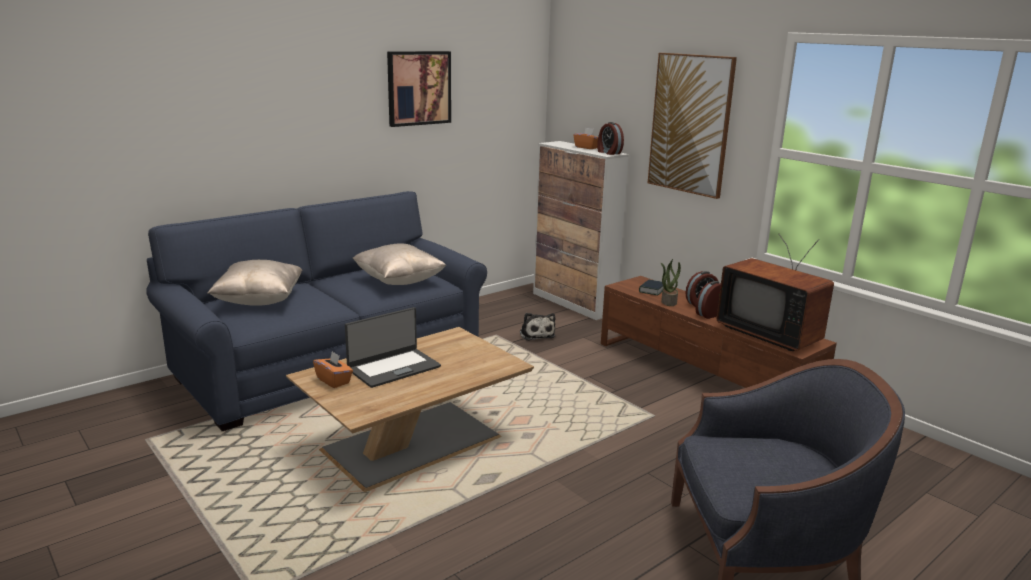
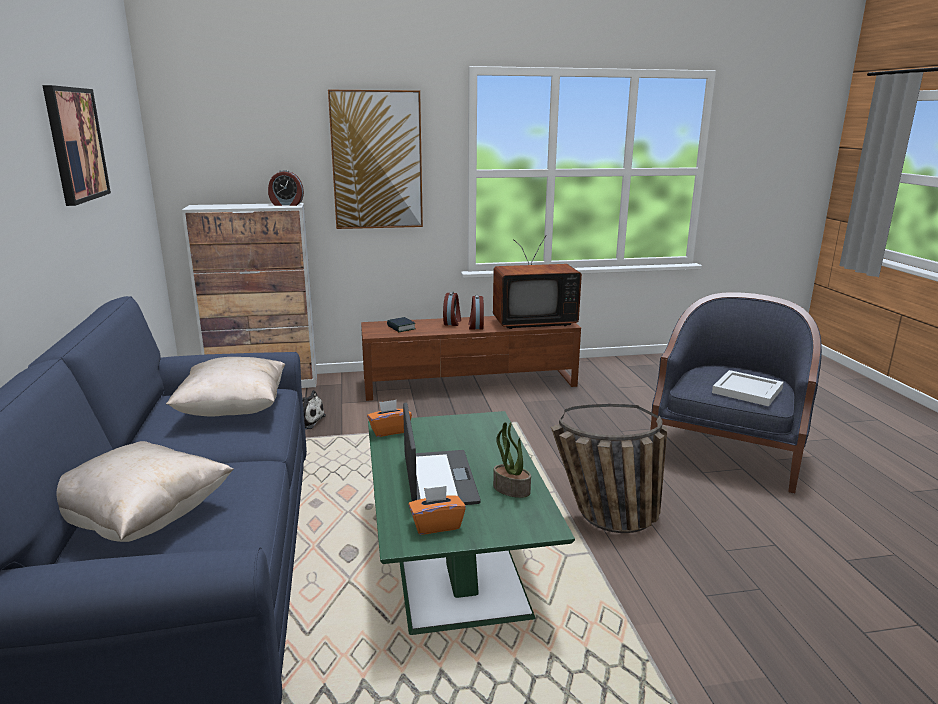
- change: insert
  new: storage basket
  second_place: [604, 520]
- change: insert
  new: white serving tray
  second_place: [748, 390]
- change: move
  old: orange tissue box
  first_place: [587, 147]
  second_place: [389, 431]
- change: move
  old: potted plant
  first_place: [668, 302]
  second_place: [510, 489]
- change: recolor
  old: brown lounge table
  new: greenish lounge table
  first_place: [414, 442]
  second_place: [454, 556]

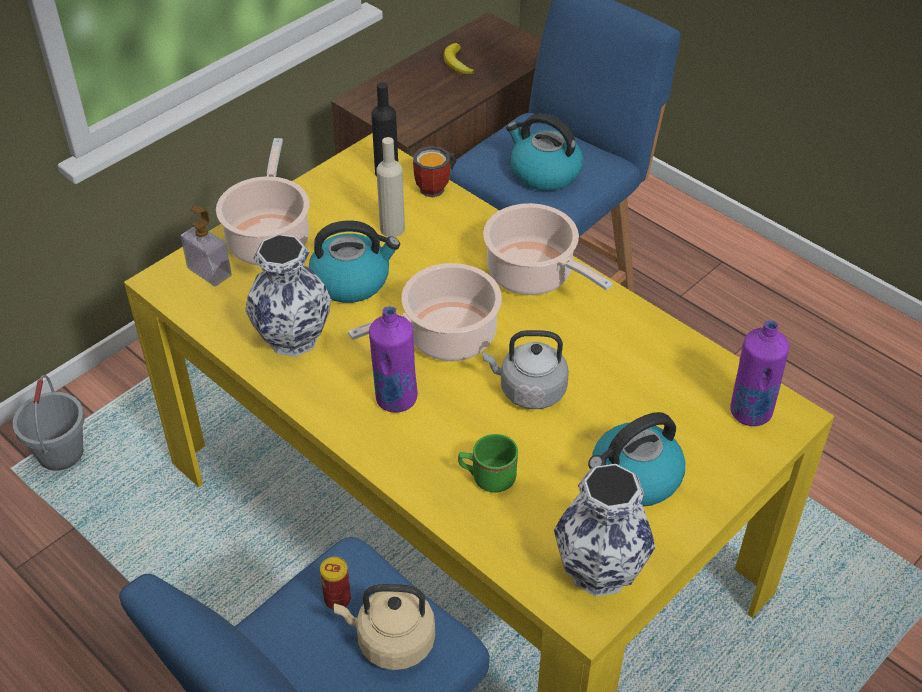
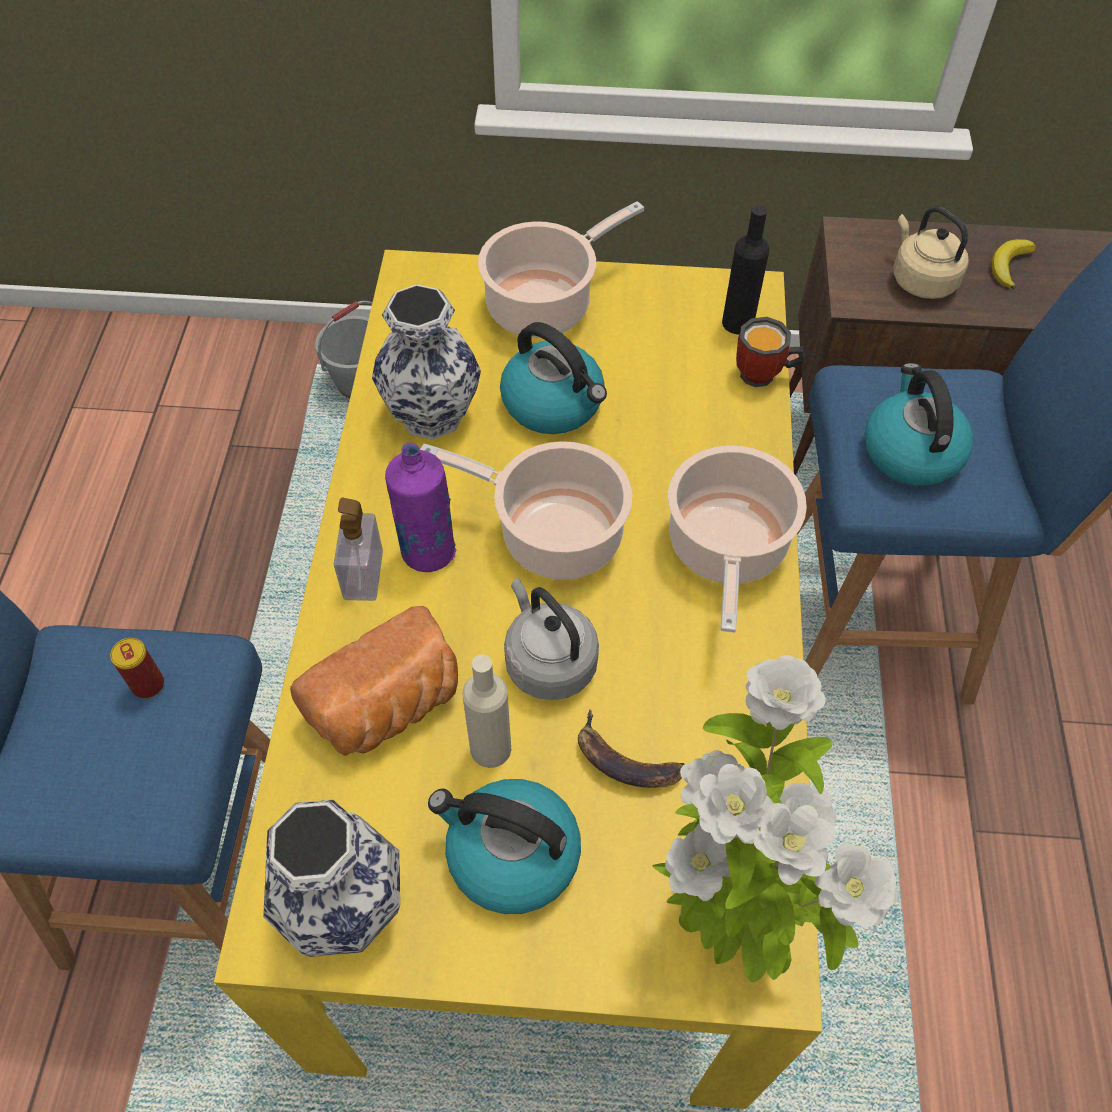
- change: insert
  new: banana
  second_place: [625, 760]
- change: move
  old: soap dispenser
  first_place: [209, 272]
  second_place: [363, 575]
- change: move
  old: beige water kettle
  first_place: [391, 641]
  second_place: [920, 280]
- change: move
  old: beige bottle
  first_place: [392, 228]
  second_place: [490, 748]
- change: replace
  old: greenish coffee mug
  new: bread
  first_place: [487, 477]
  second_place: [389, 706]
- change: replace
  old: purple-coloured bottle
  new: potted plant
  first_place: [749, 412]
  second_place: [730, 920]

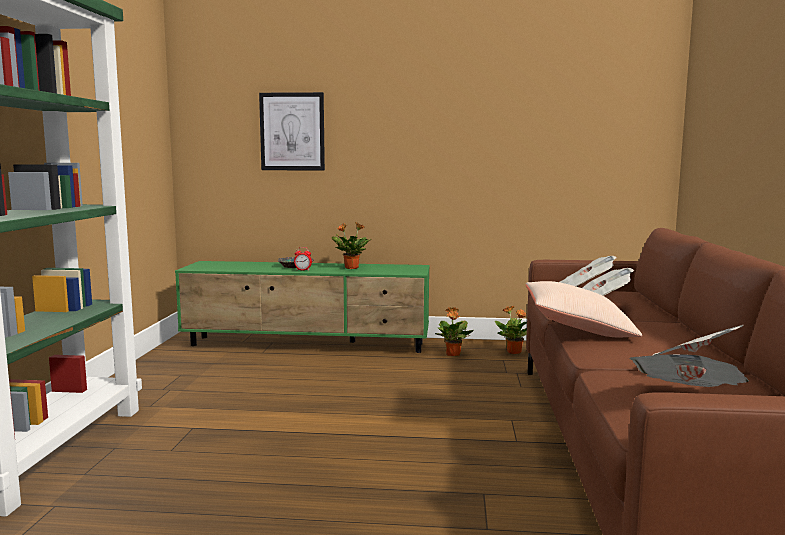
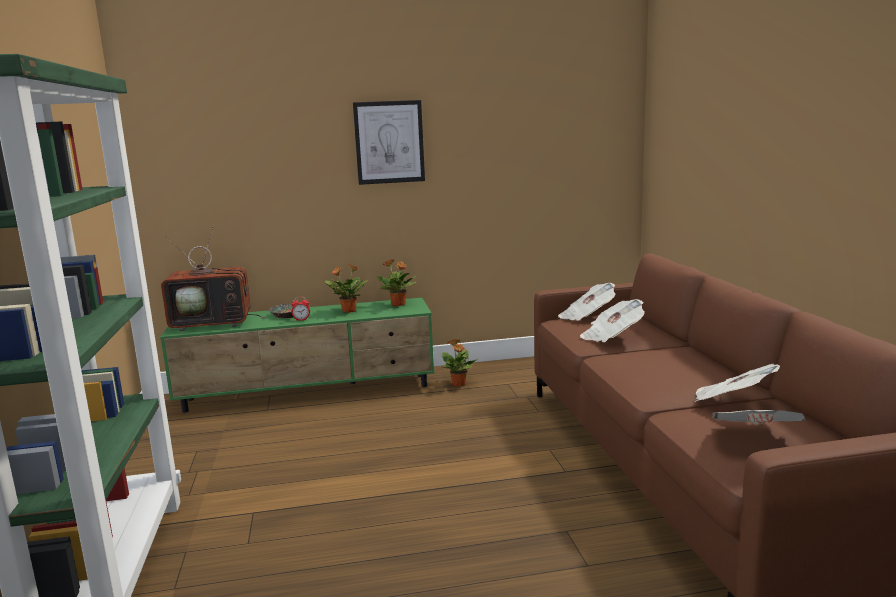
- change: delete
  old: beige cushion
  first_place: [578, 328]
- change: insert
  new: TV set
  second_place: [214, 323]
- change: move
  old: picture
  first_place: [292, 131]
  second_place: [389, 142]
- change: move
  old: potted plant
  first_place: [514, 352]
  second_place: [398, 305]

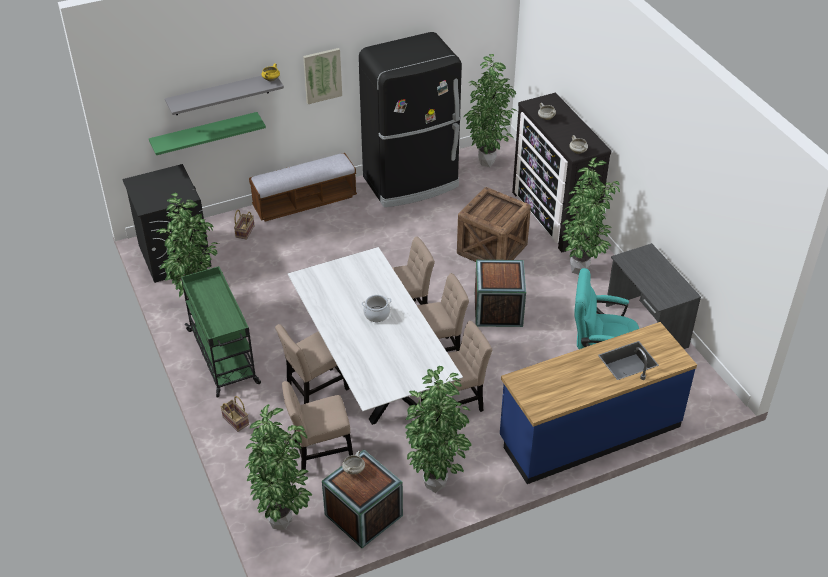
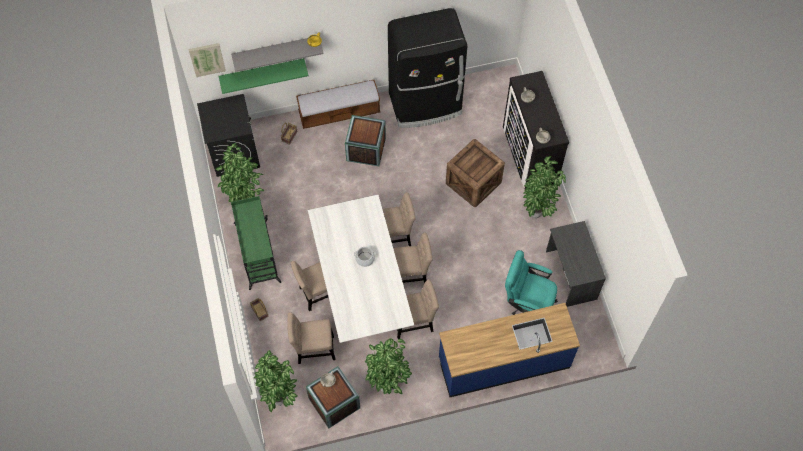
- change: delete
  old: potted plant
  first_place: [488, 161]
- change: move
  old: picture
  first_place: [322, 75]
  second_place: [207, 59]
- change: move
  old: crate
  first_place: [498, 310]
  second_place: [366, 149]

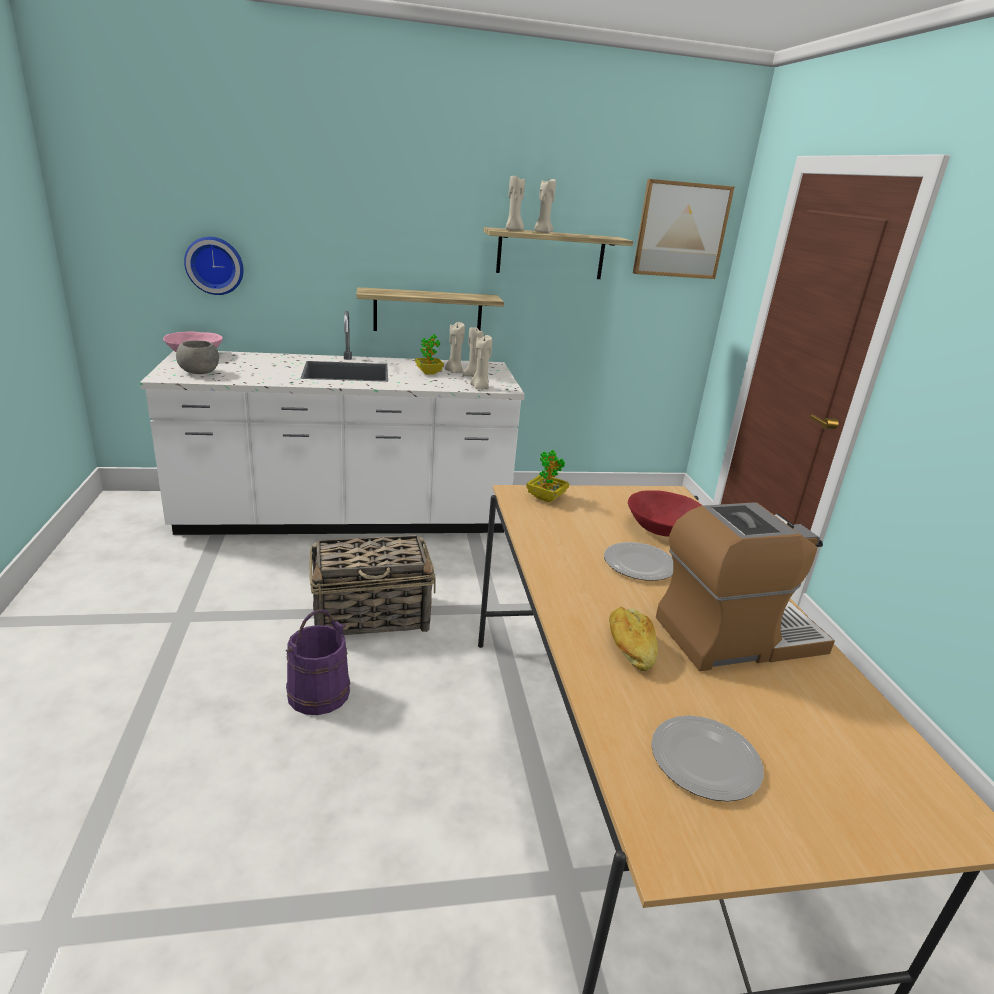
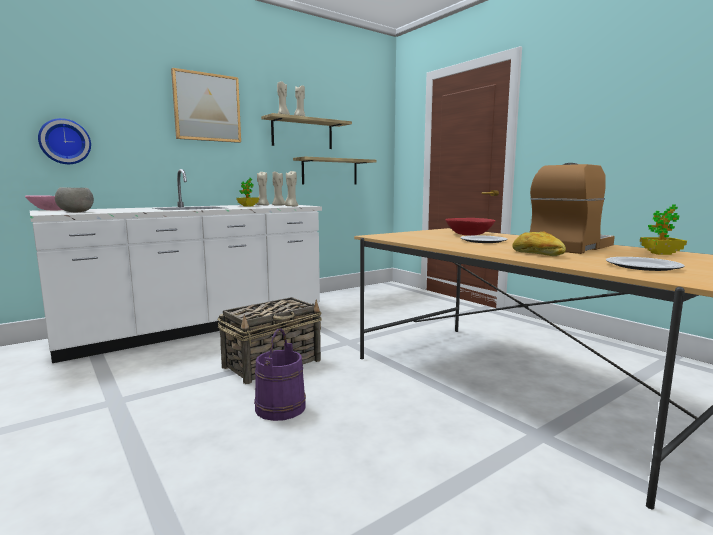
- change: move
  old: wall shelf
  first_place: [428, 312]
  second_place: [330, 171]
- change: move
  old: potted plant
  first_place: [546, 498]
  second_place: [661, 253]
- change: move
  old: picture
  first_place: [681, 230]
  second_place: [207, 107]

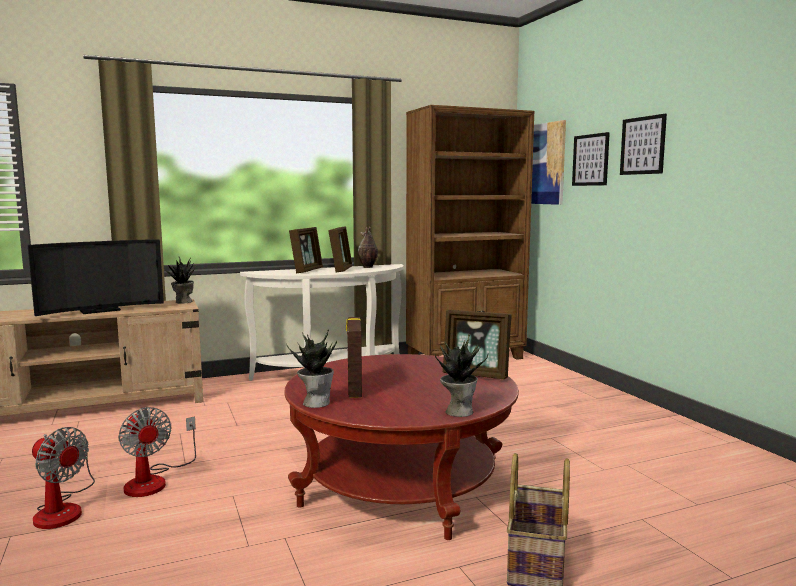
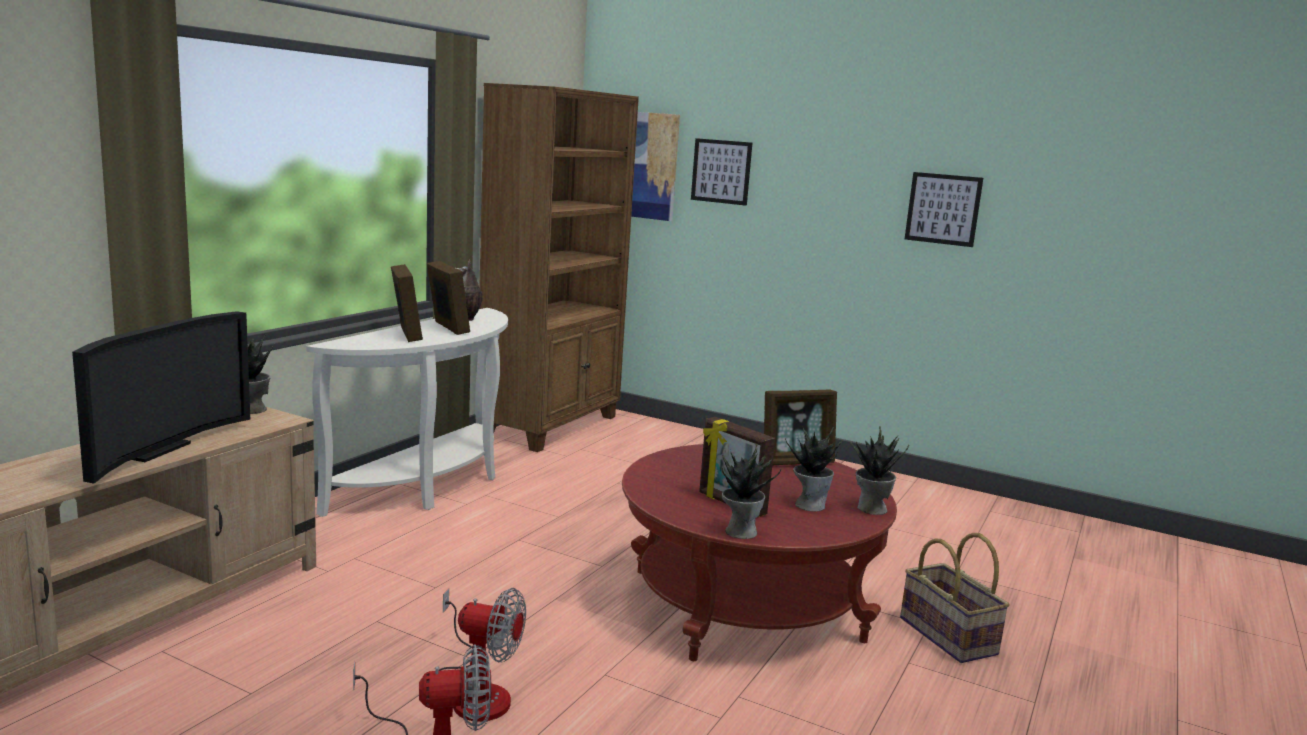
- change: insert
  new: potted plant
  second_place: [809, 505]
- change: move
  old: picture
  first_place: [643, 145]
  second_place: [943, 209]

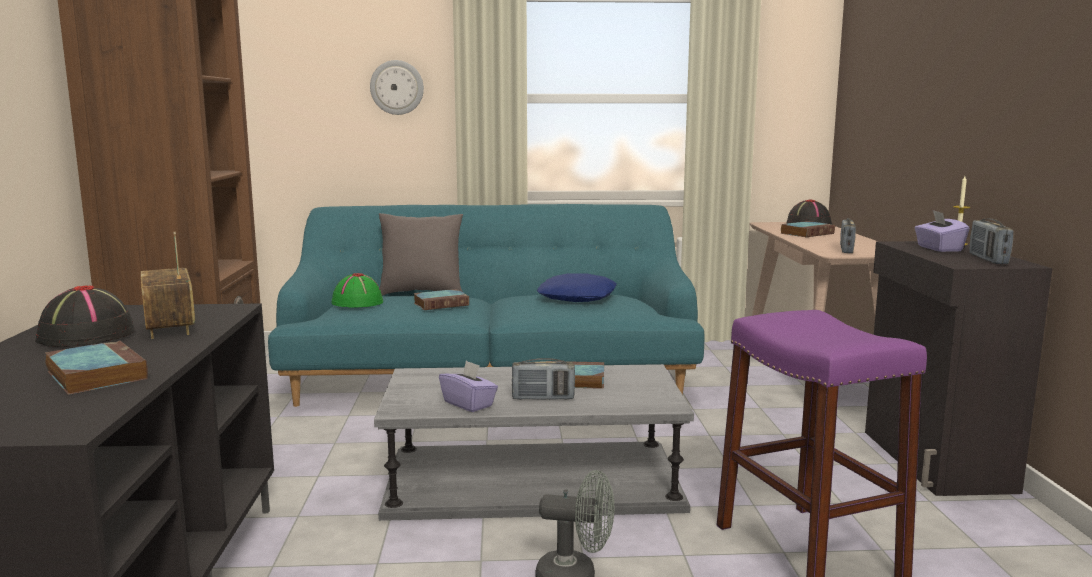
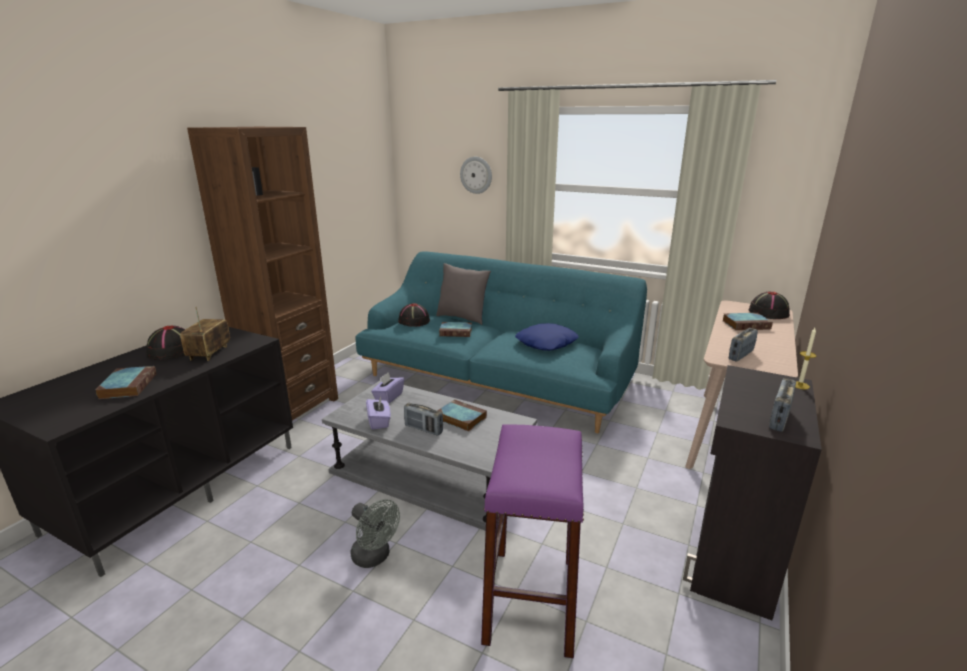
- change: move
  old: purple-coloured tissue box
  first_place: [938, 248]
  second_place: [388, 397]
- change: recolor
  old: greenish clothing hat
  new: black clothing hat
  first_place: [357, 302]
  second_place: [413, 321]

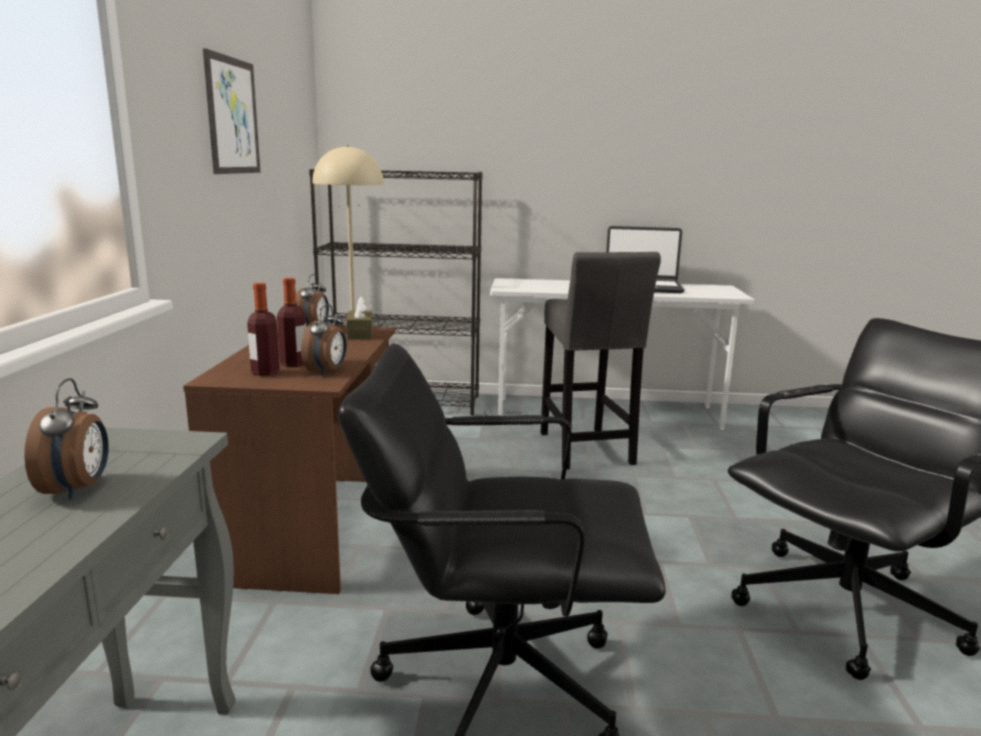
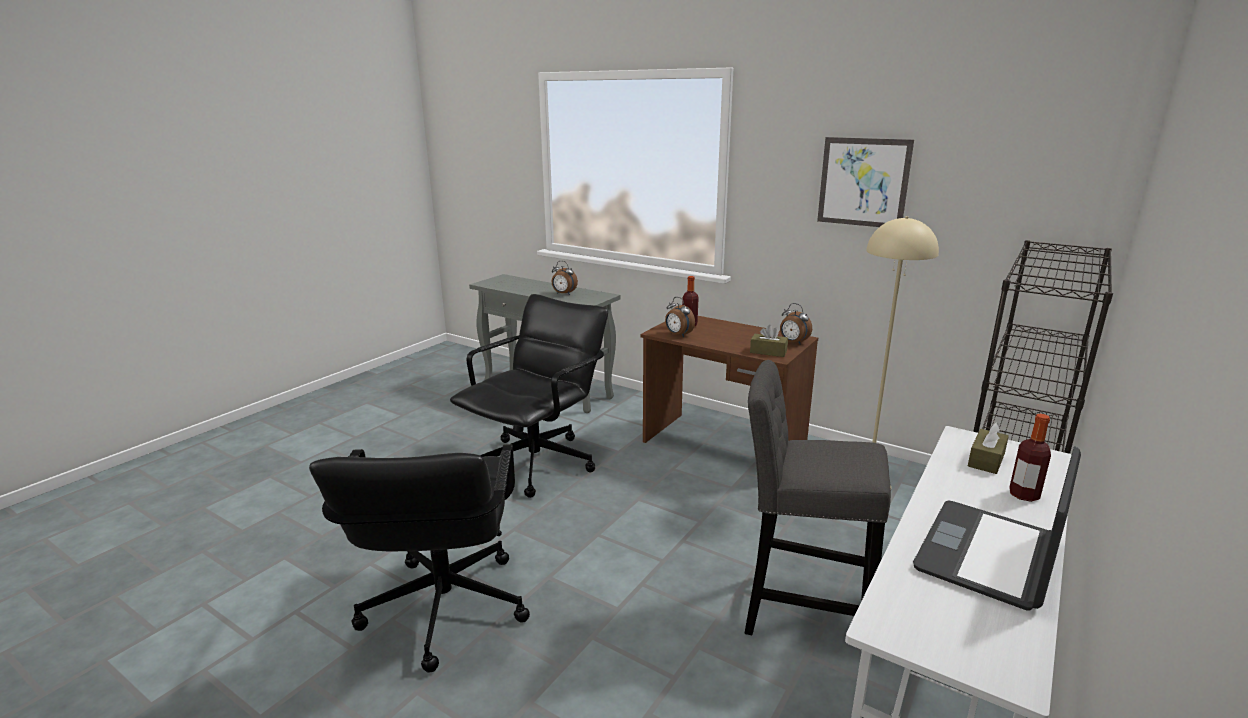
- change: insert
  new: brown tissue box
  second_place: [986, 460]
- change: move
  old: bottle
  first_place: [294, 363]
  second_place: [1023, 495]

